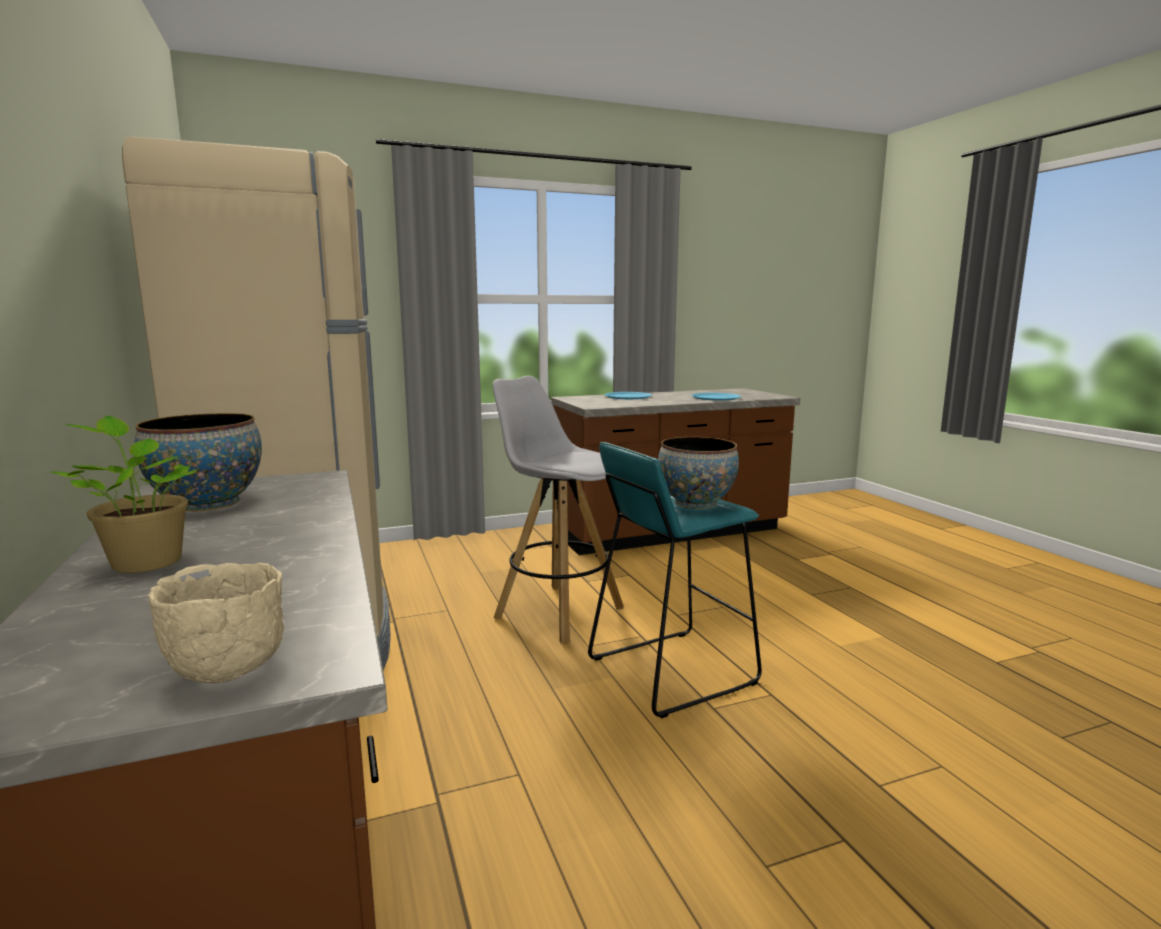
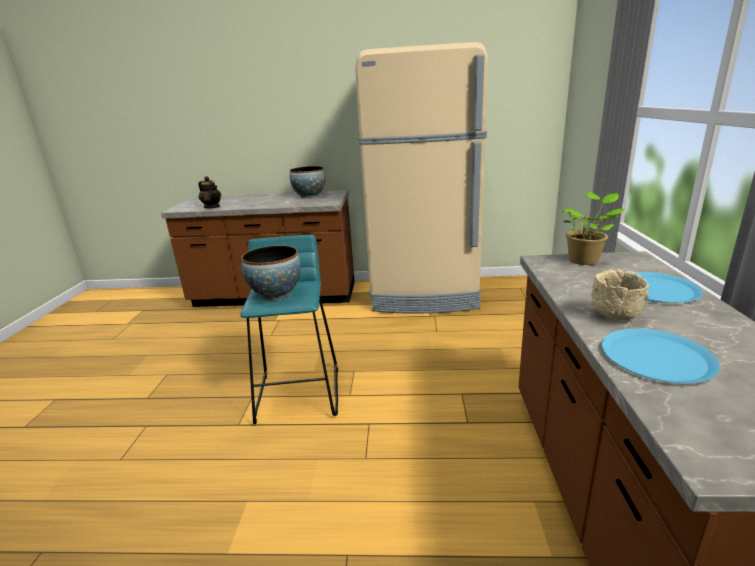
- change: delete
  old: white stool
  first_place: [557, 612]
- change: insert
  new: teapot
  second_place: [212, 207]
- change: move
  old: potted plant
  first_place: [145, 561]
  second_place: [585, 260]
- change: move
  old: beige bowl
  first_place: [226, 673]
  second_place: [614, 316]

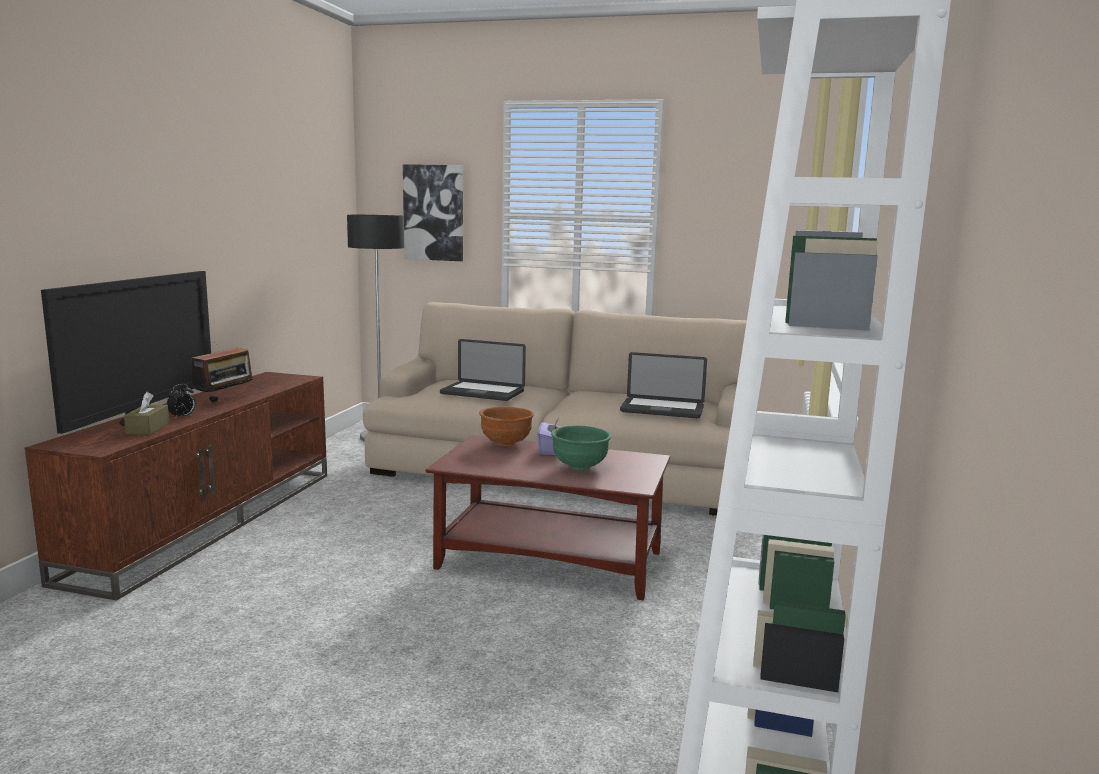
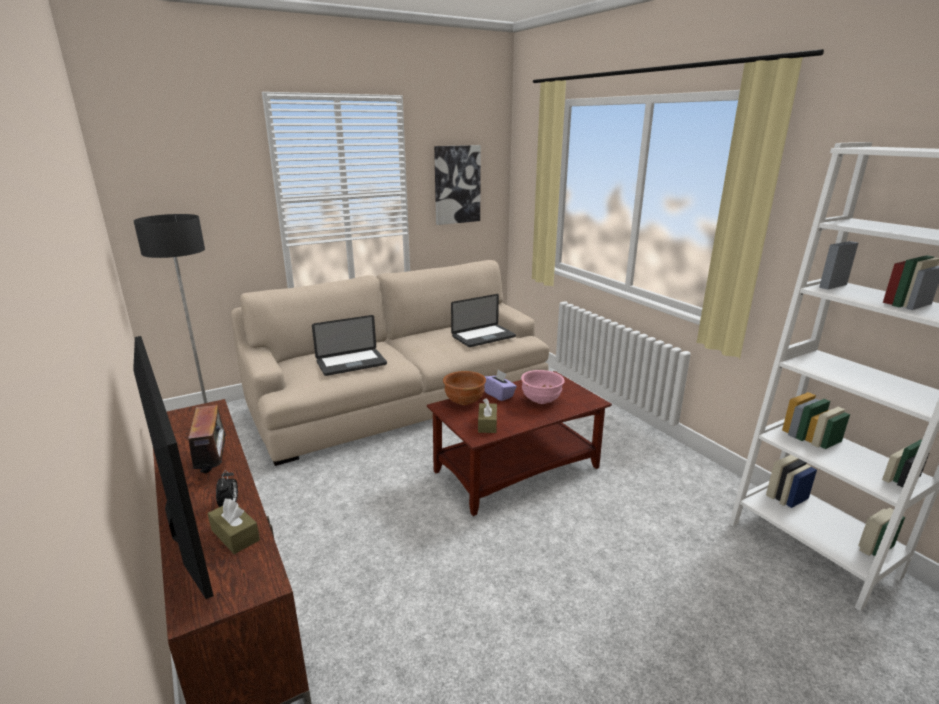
- change: insert
  new: brown tissue box
  second_place: [487, 424]
- change: move
  old: picture
  first_place: [434, 213]
  second_place: [457, 184]
- change: recolor
  old: greenish bowl
  new: pinkish bowl
  first_place: [580, 467]
  second_place: [541, 401]

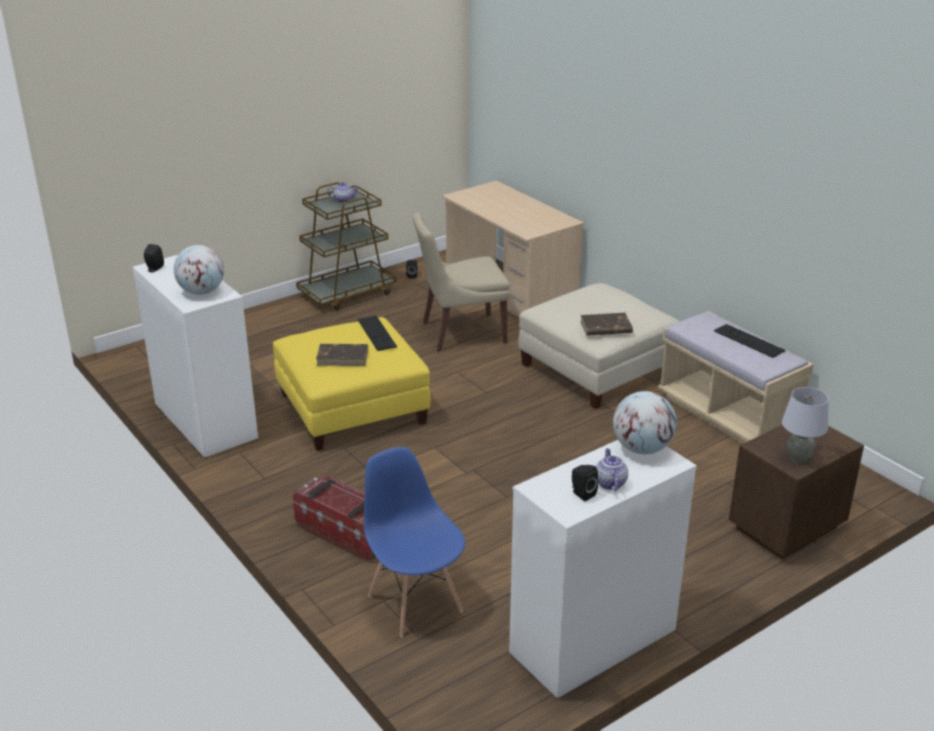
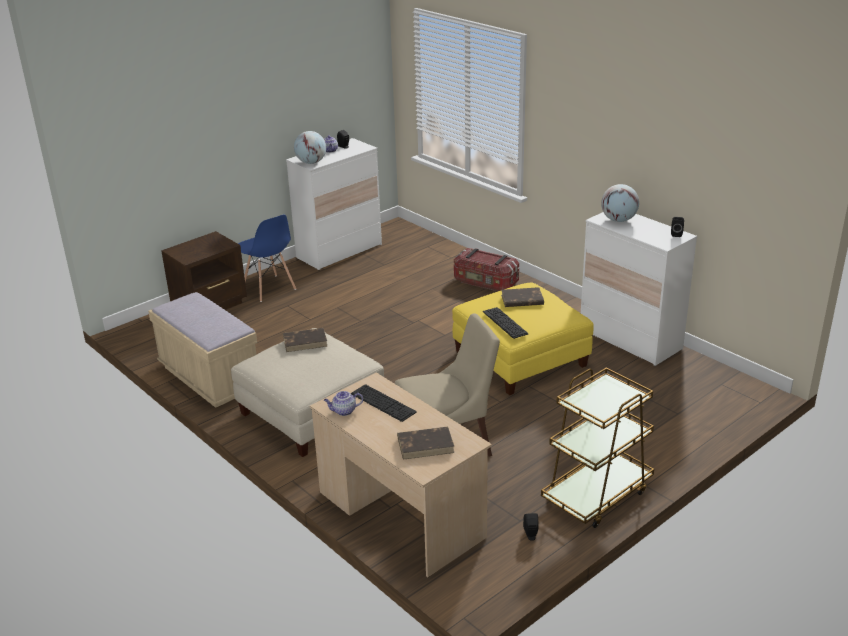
- change: delete
  old: grey tabletop lamp
  first_place: [798, 458]
- change: insert
  new: brown book
  second_place: [426, 445]
- change: move
  old: teapot
  first_place: [344, 200]
  second_place: [343, 411]
- change: move
  old: blue chair
  first_place: [415, 602]
  second_place: [269, 288]
- change: move
  old: PC keyboard
  first_place: [749, 341]
  second_place: [383, 403]

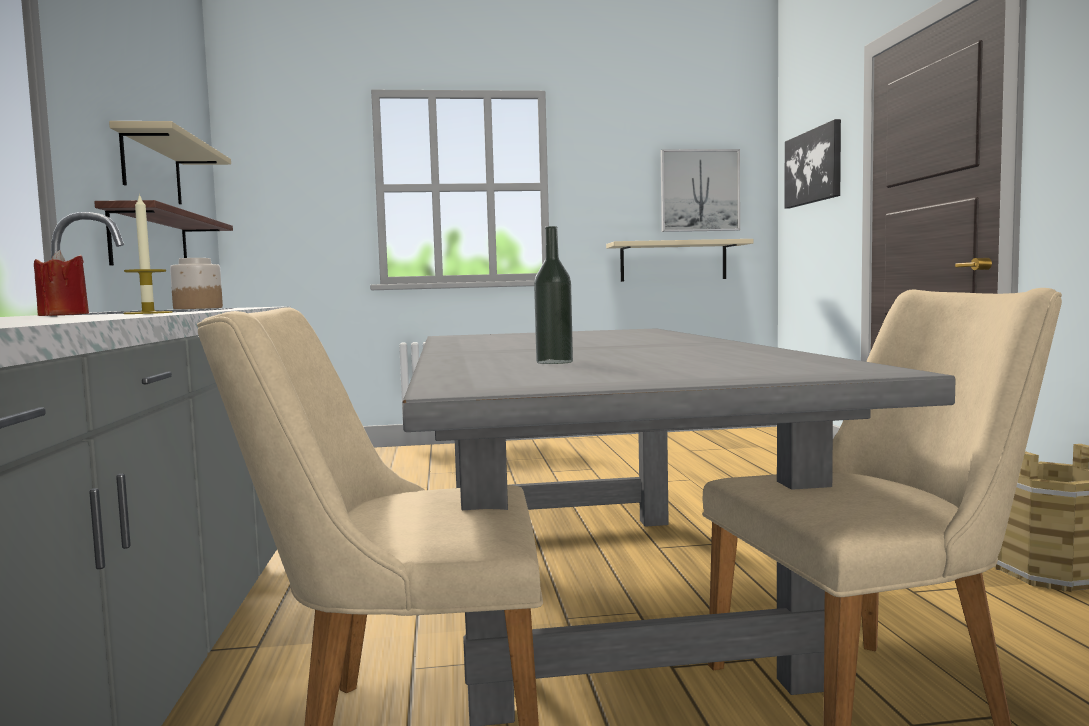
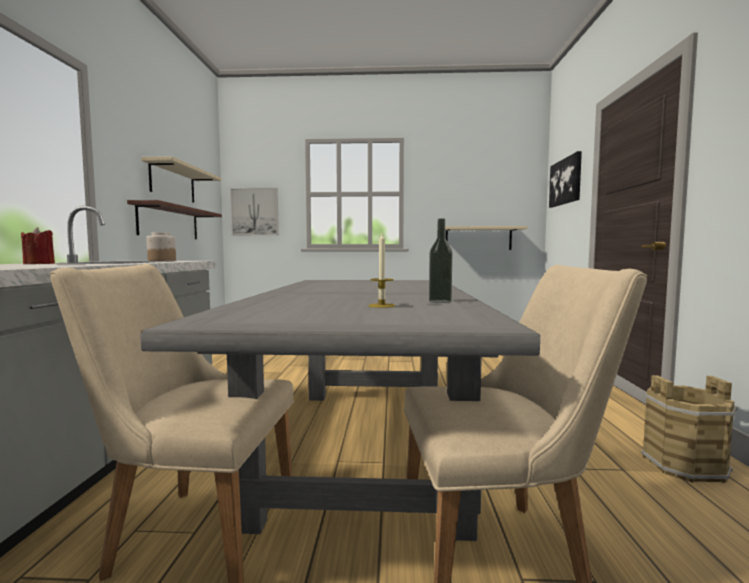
- change: move
  old: wax candle
  first_place: [148, 313]
  second_place: [381, 306]
- change: move
  old: bottle
  first_place: [554, 362]
  second_place: [440, 301]
- change: move
  old: picture
  first_place: [699, 191]
  second_place: [255, 212]

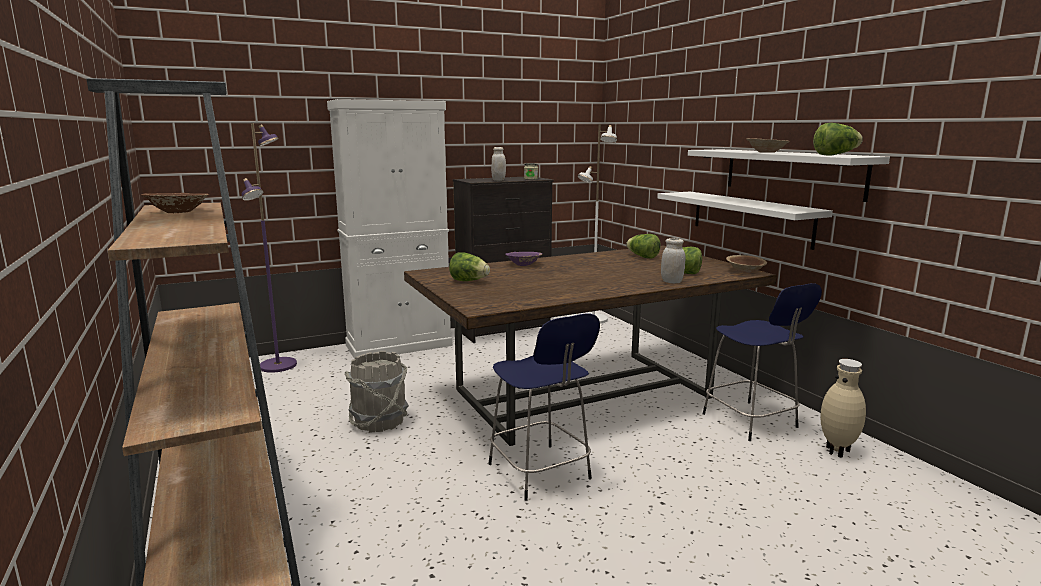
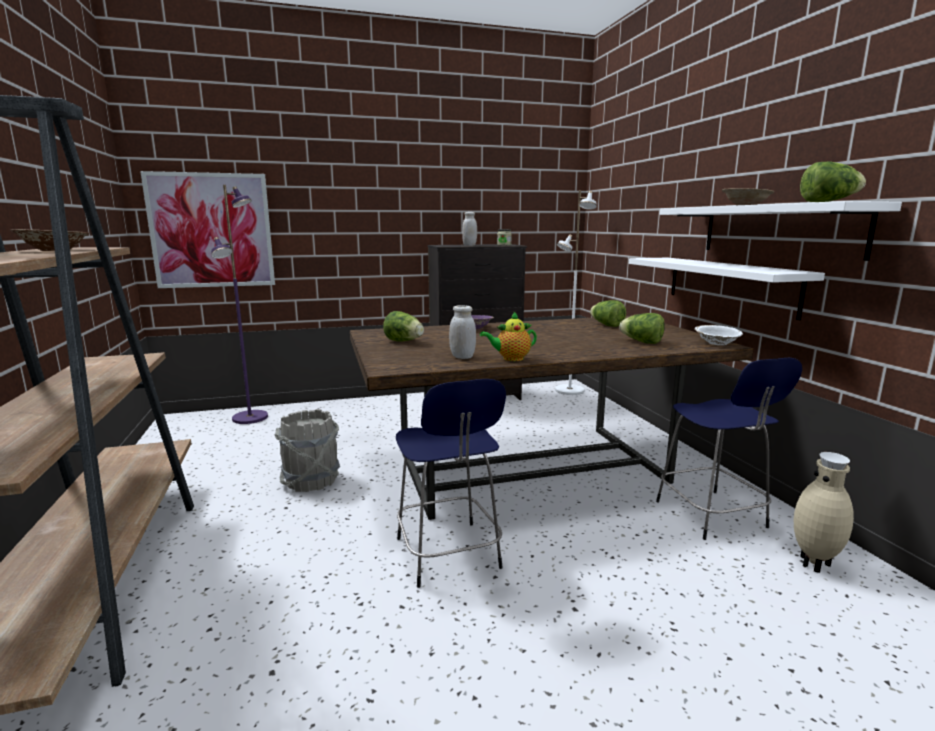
- change: delete
  old: white storage cabinet
  first_place: [399, 345]
- change: insert
  new: picture
  second_place: [211, 231]
- change: insert
  new: teapot
  second_place: [510, 358]
- change: move
  old: white storage jar
  first_place: [671, 282]
  second_place: [462, 357]
- change: recolor
  old: brown bowl
  new: white bowl
  first_place: [745, 271]
  second_place: [716, 343]

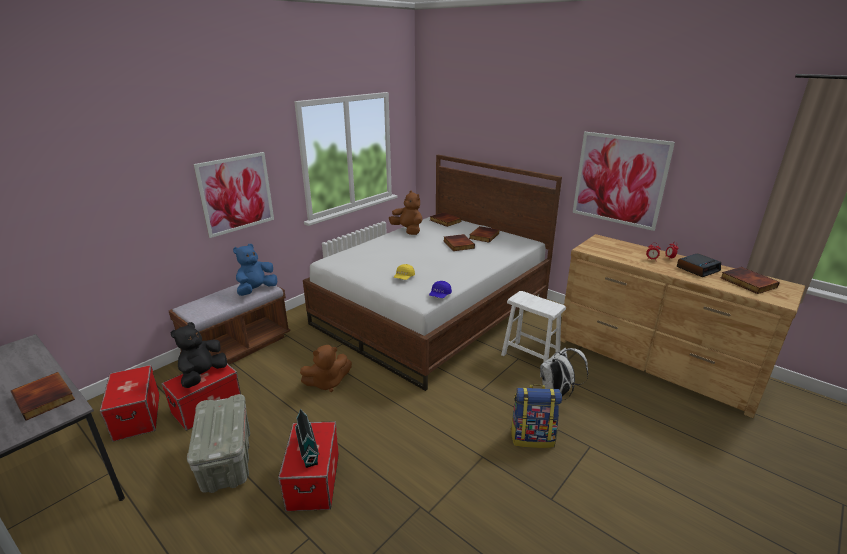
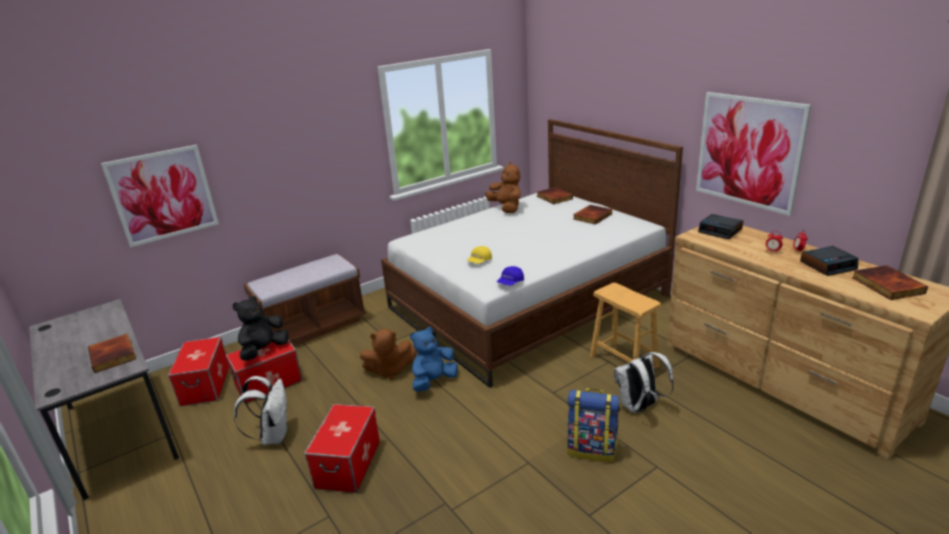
- change: delete
  old: model house
  first_place: [307, 448]
- change: delete
  old: book
  first_place: [457, 244]
- change: insert
  new: table clock
  second_place: [720, 231]
- change: move
  old: picture
  first_place: [236, 194]
  second_place: [163, 195]
- change: move
  old: blue plush toy
  first_place: [256, 290]
  second_place: [434, 381]
- change: replace
  old: grey storage bin
  new: white knapsack
  first_place: [226, 461]
  second_place: [273, 435]
- change: recolor
  old: white stool
  new: brown stool
  first_place: [530, 357]
  second_place: [623, 361]

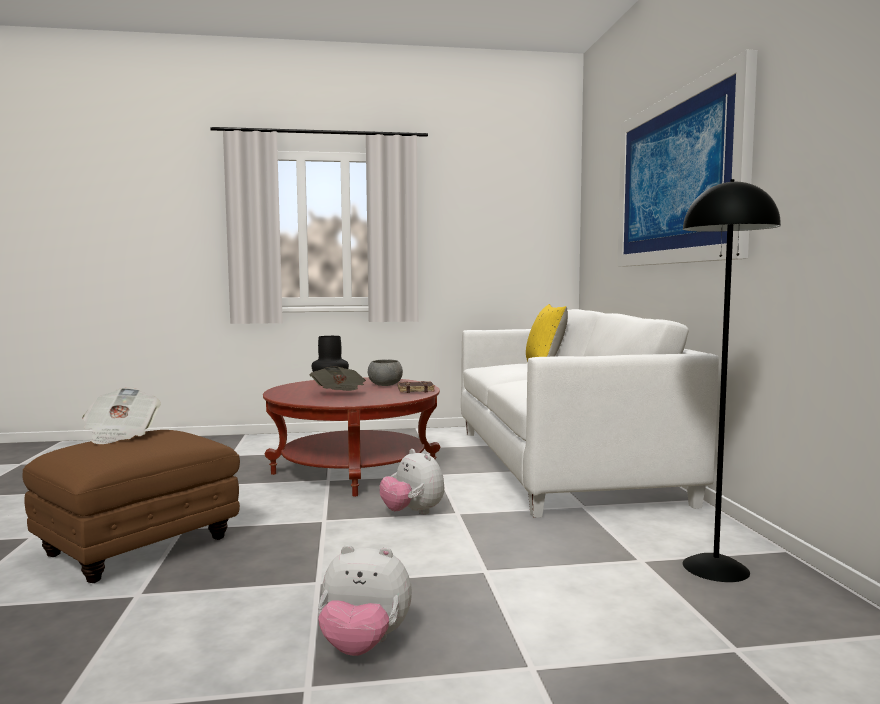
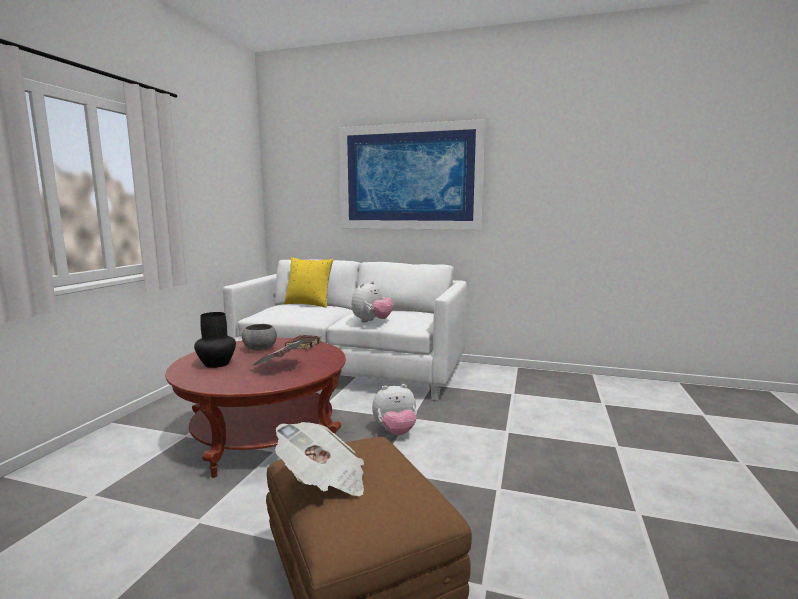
- change: delete
  old: black standard lamp
  first_place: [716, 568]
- change: move
  old: plush toy
  first_place: [363, 645]
  second_place: [372, 321]

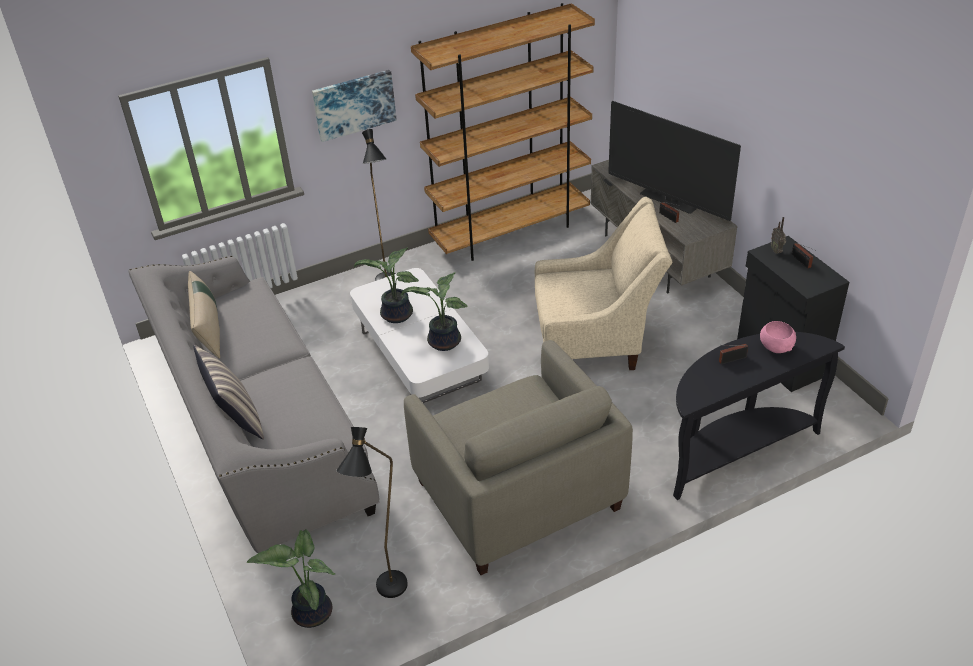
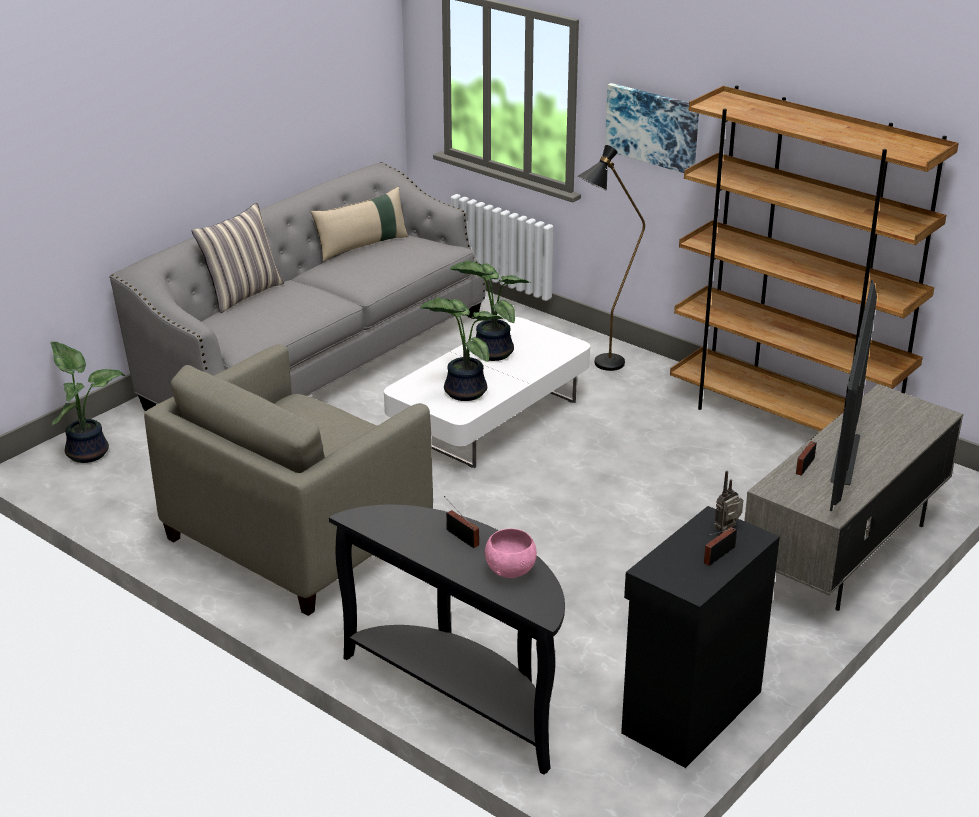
- change: delete
  old: black standard lamp
  first_place: [388, 595]
- change: delete
  old: beige easy chair
  first_place: [596, 341]

